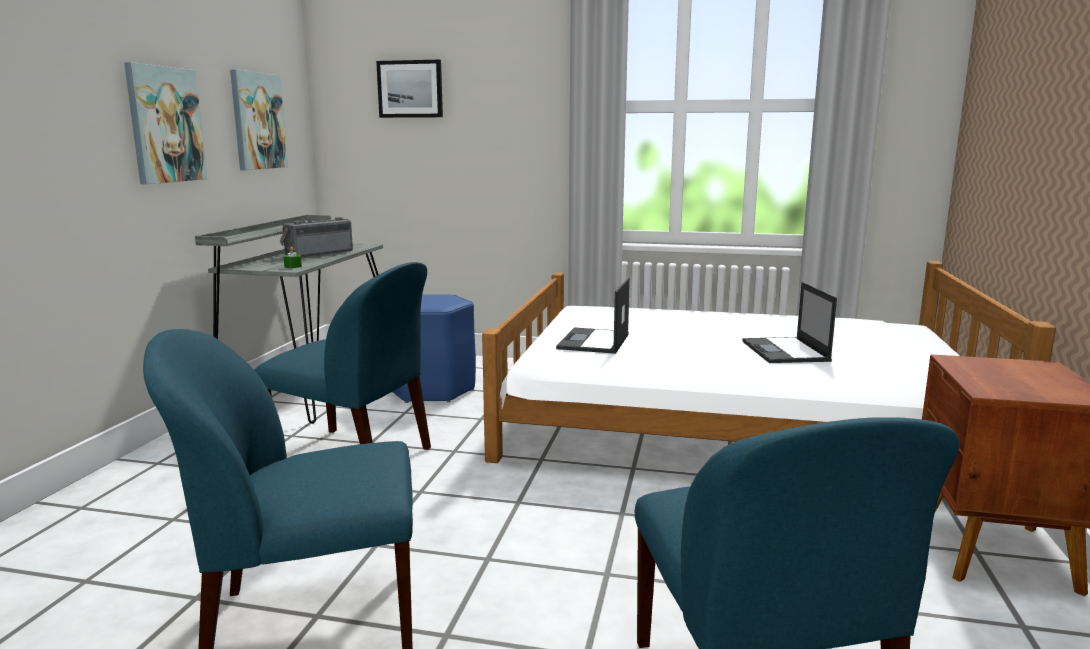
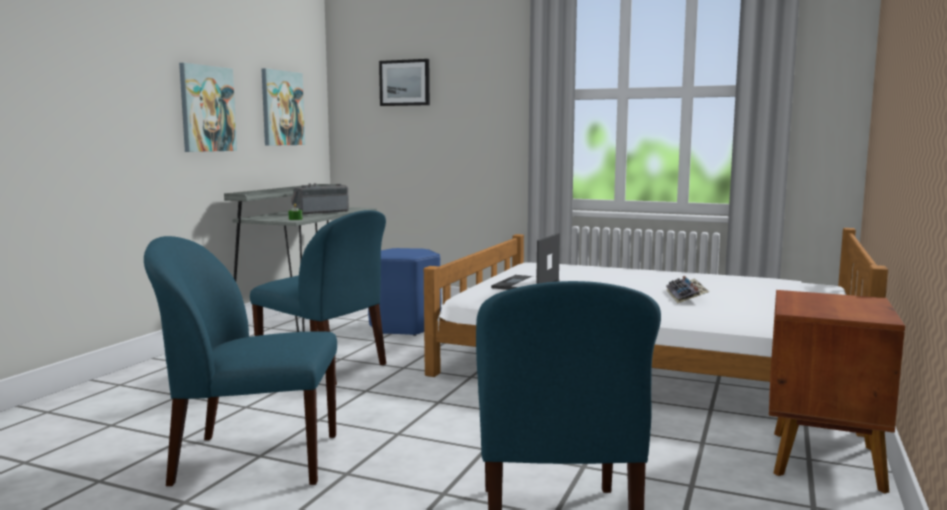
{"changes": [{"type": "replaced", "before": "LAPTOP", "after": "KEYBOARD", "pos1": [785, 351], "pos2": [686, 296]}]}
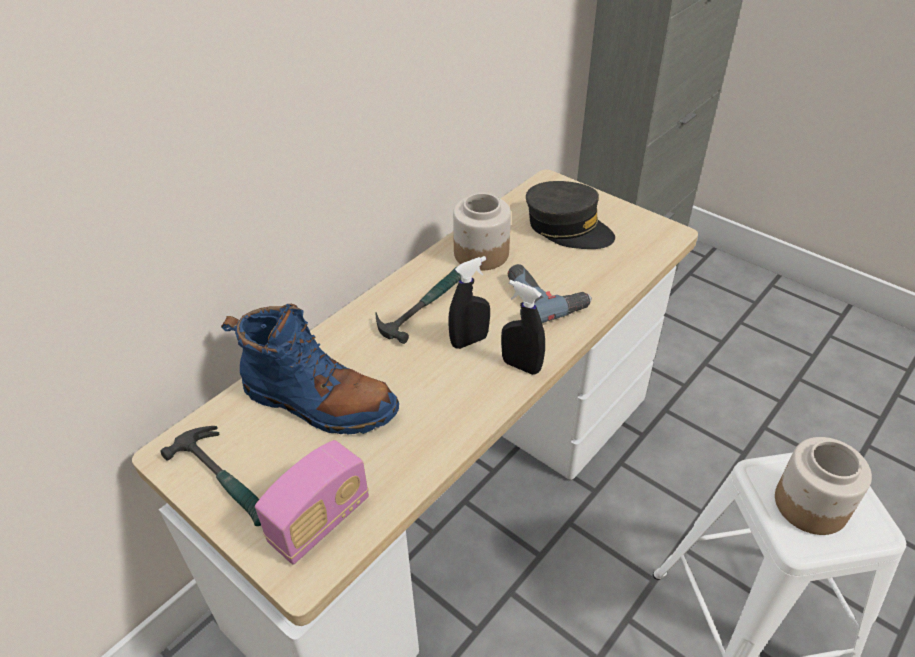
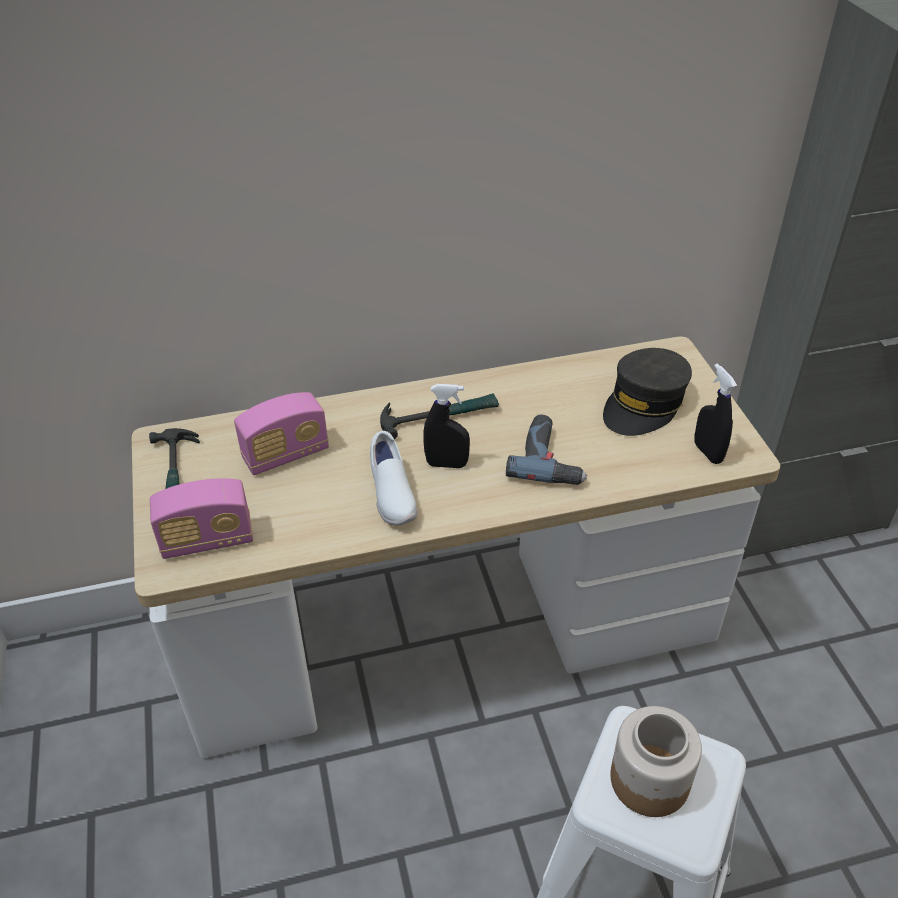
{"changes": [{"type": "replaced", "before": "BLUE BOOT", "after": "RADIO", "pos1": [319, 402], "pos2": [286, 455]}, {"type": "removed", "before": "JAR", "pos1": [480, 254]}, {"type": "moved", "before": "BLACK SPRAY BOTTLE", "pos1": [521, 366], "pos2": [707, 452]}, {"type": "turned", "before": "GREY CAP", "pos1": [567, 228], "pos2": [644, 404], "turn": 60}, {"type": "added", "after": "WHITE SHOE", "pos2": [391, 495]}]}
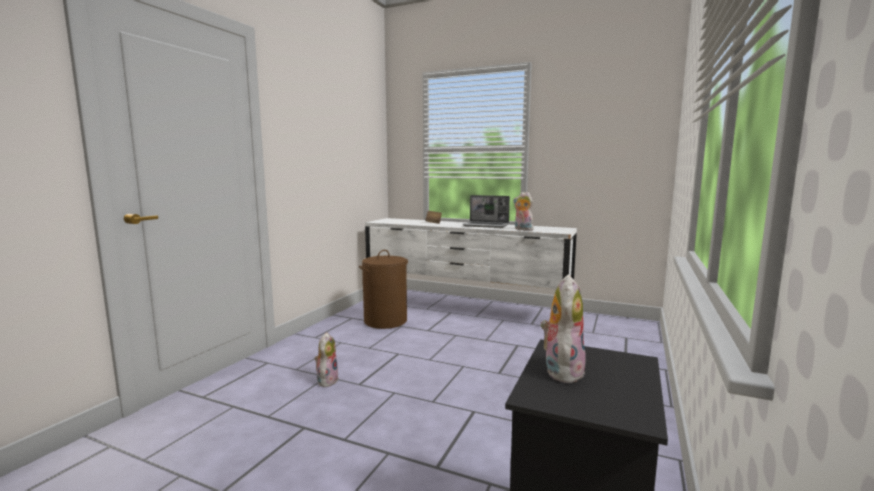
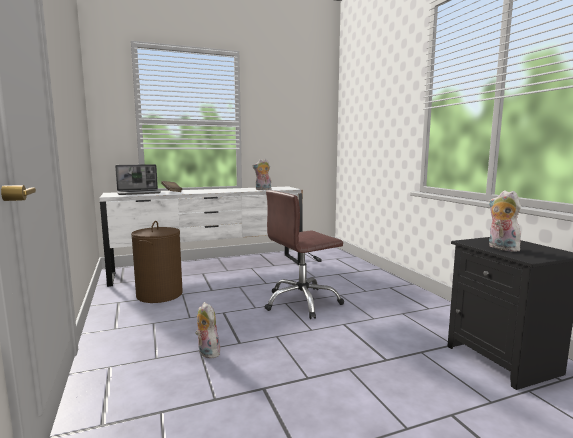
{"changes": [{"type": "moved", "before": "LAPTOP", "pos1": [486, 225], "pos2": [139, 193]}, {"type": "added", "after": "BROWN OFFICE CHAIR", "pos2": [302, 302]}]}
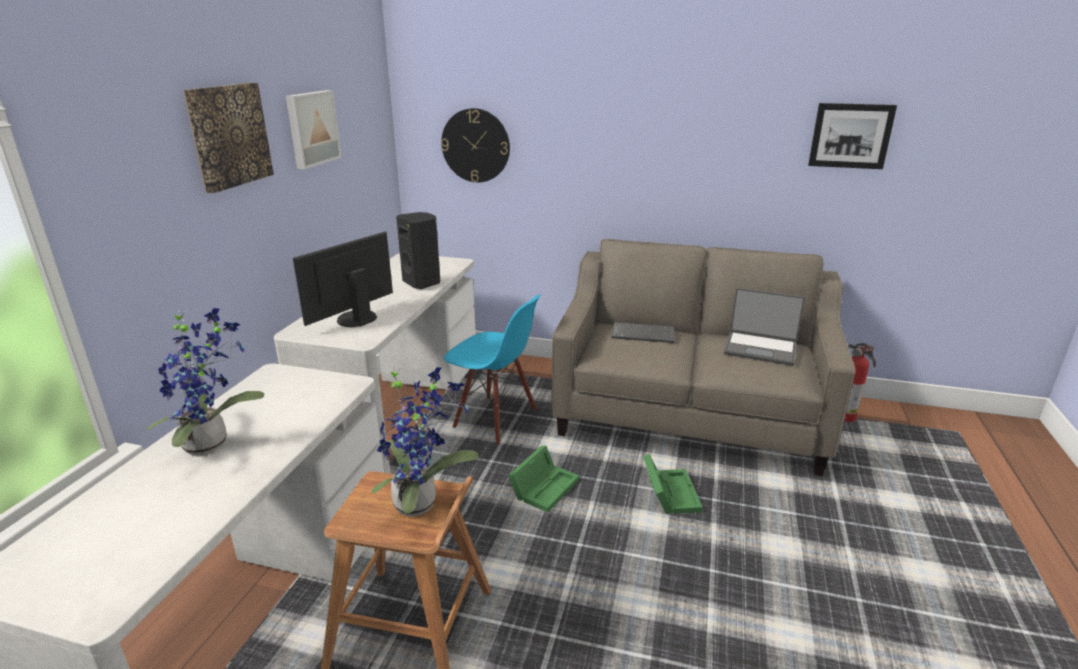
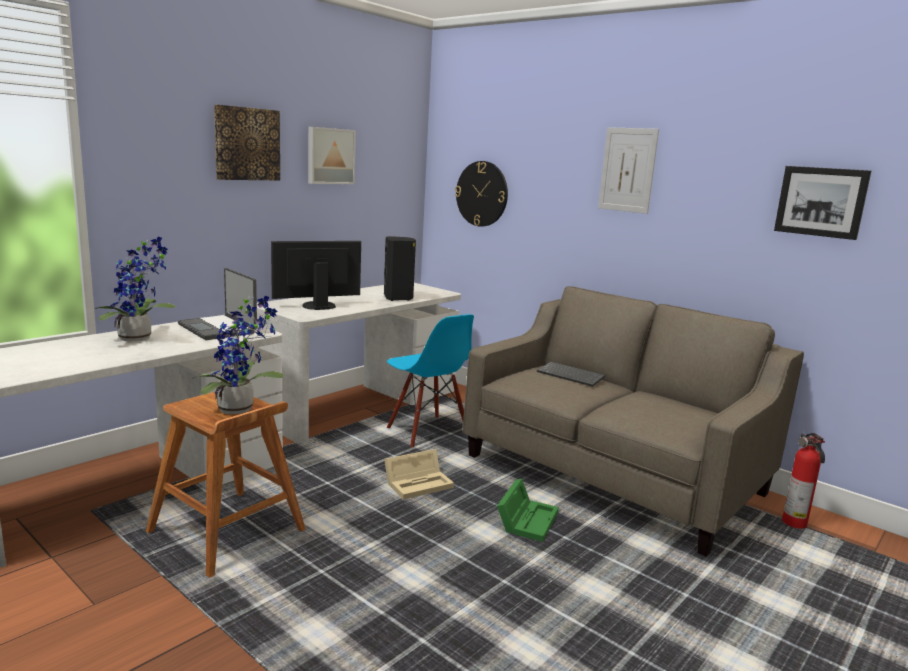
{"changes": [{"type": "recoloured", "before": "GREEN STORAGE BOX", "after": "BEIGE STORAGE BOX", "pos1": [544, 487], "pos2": [419, 484]}, {"type": "moved", "before": "LAPTOP", "pos1": [760, 349], "pos2": [218, 329]}, {"type": "added", "after": "PICTURE", "pos2": [627, 170]}]}
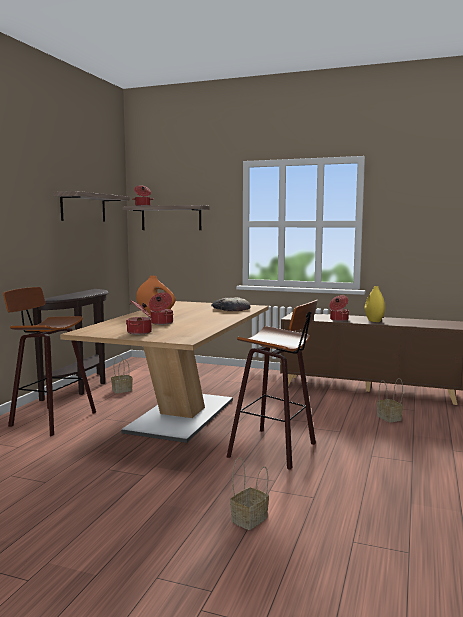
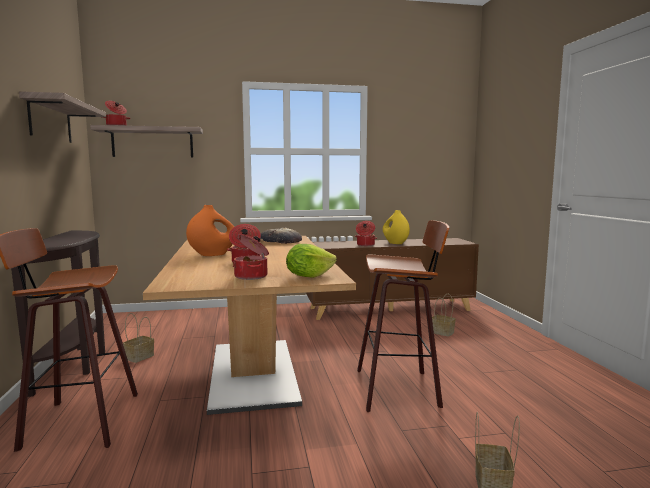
{"changes": [{"type": "added", "after": "LETTUCE", "pos2": [308, 276]}]}
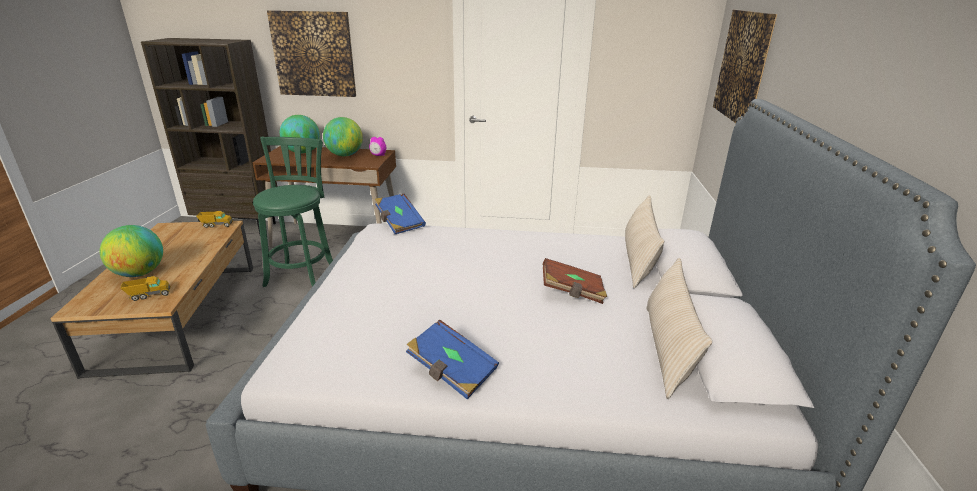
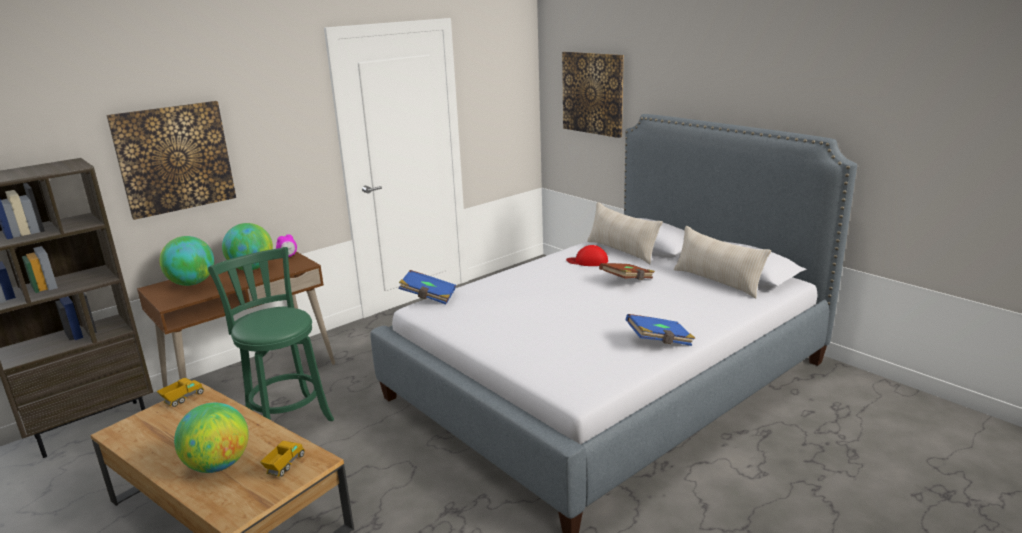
{"changes": [{"type": "added", "after": "RED CAP", "pos2": [588, 261]}]}
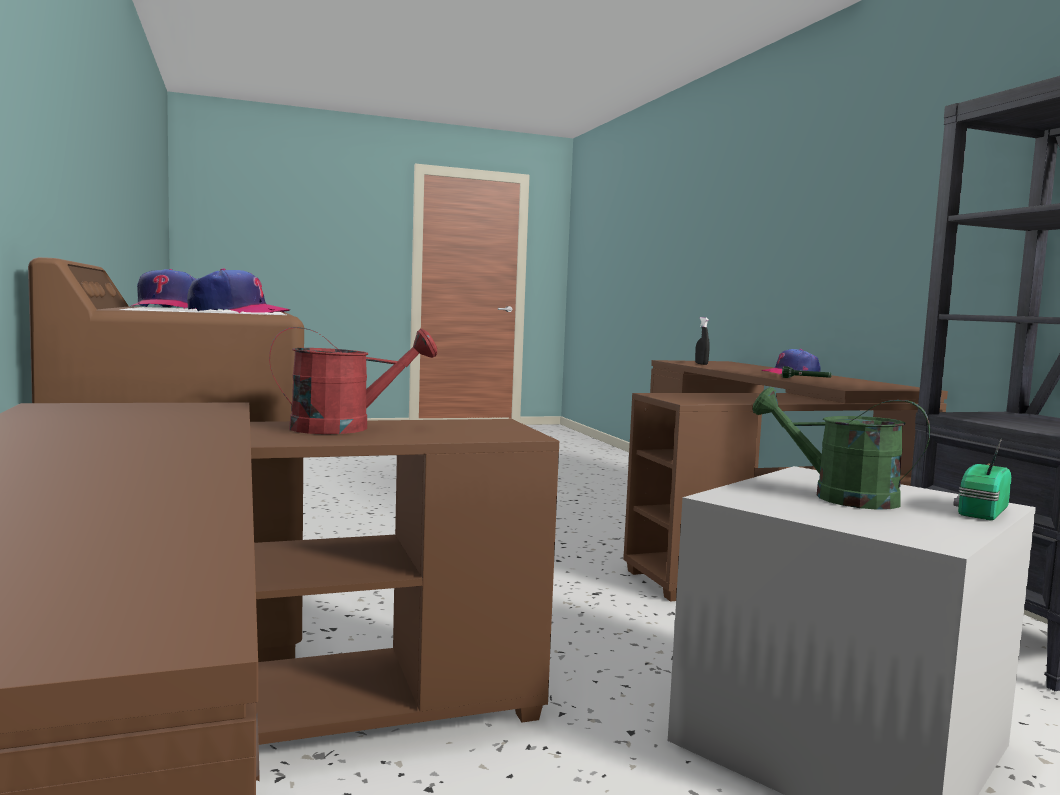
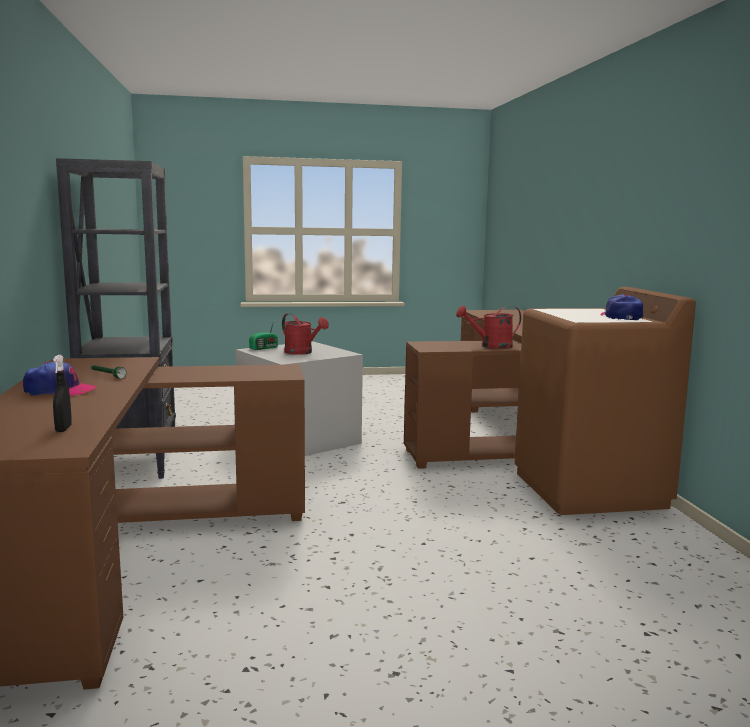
{"changes": [{"type": "removed", "before": "CAP", "pos1": [237, 312]}, {"type": "recoloured", "before": "GREEN WATERING CAN", "after": "RED WATERING CAN", "pos1": [839, 497], "pos2": [302, 352]}]}
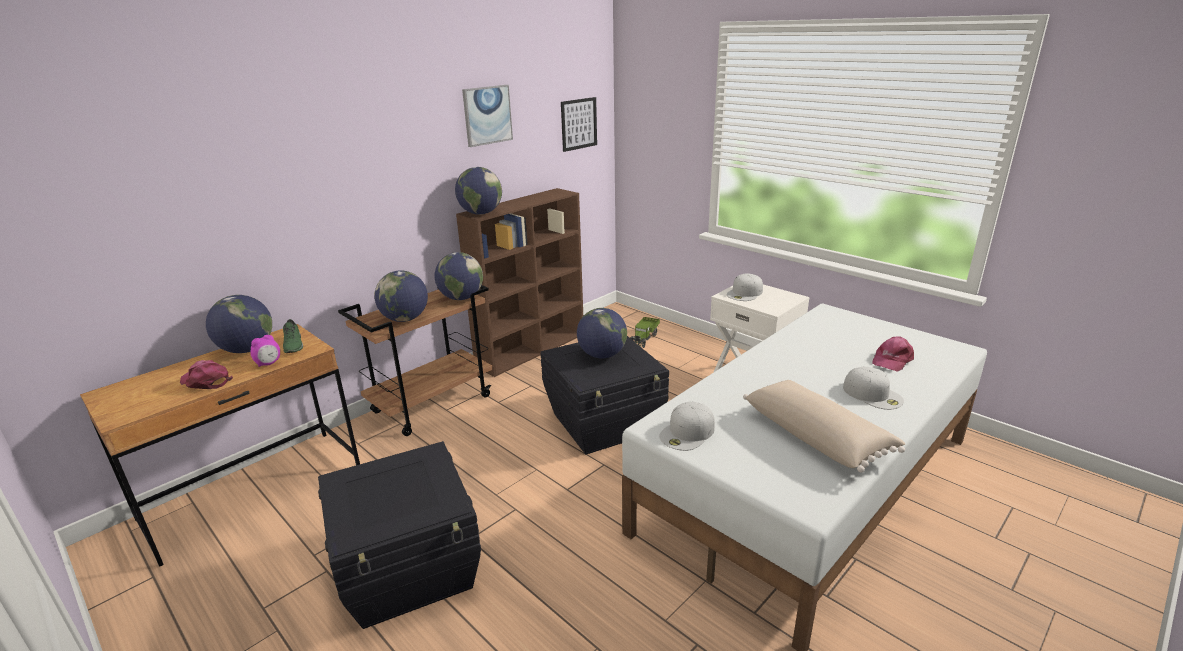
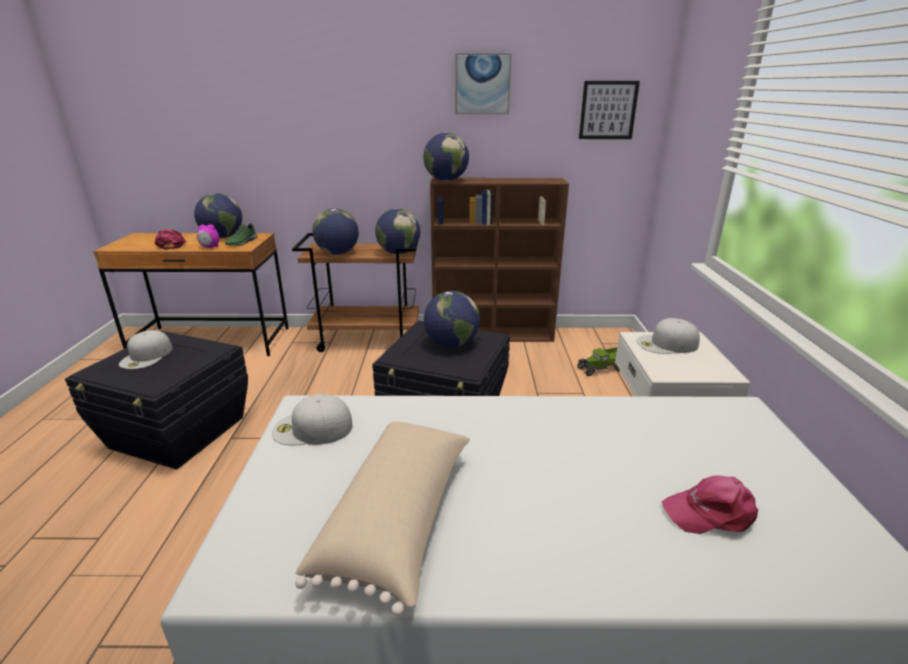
{"changes": [{"type": "moved", "before": "WHITE CAP", "pos1": [873, 394], "pos2": [147, 356]}]}
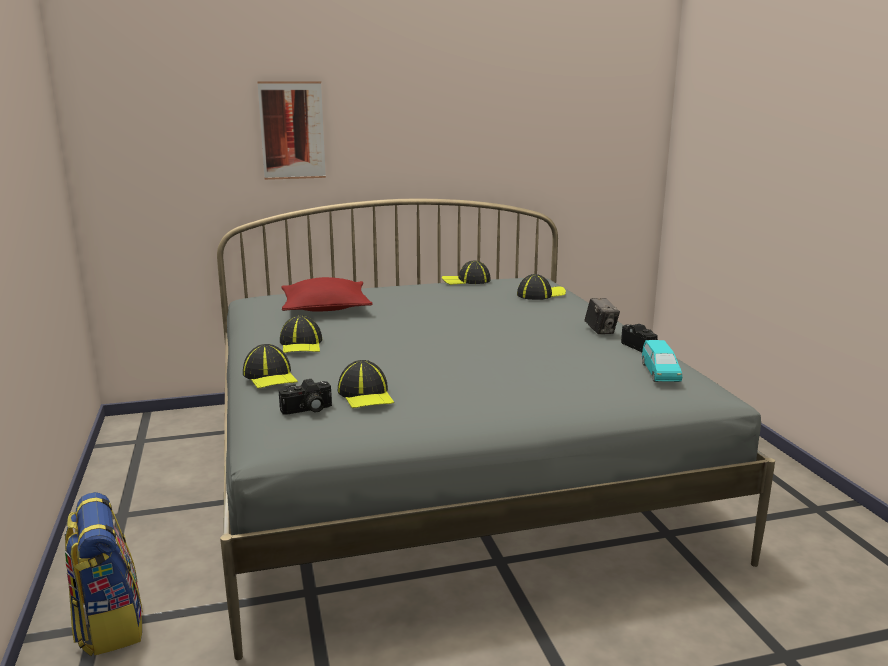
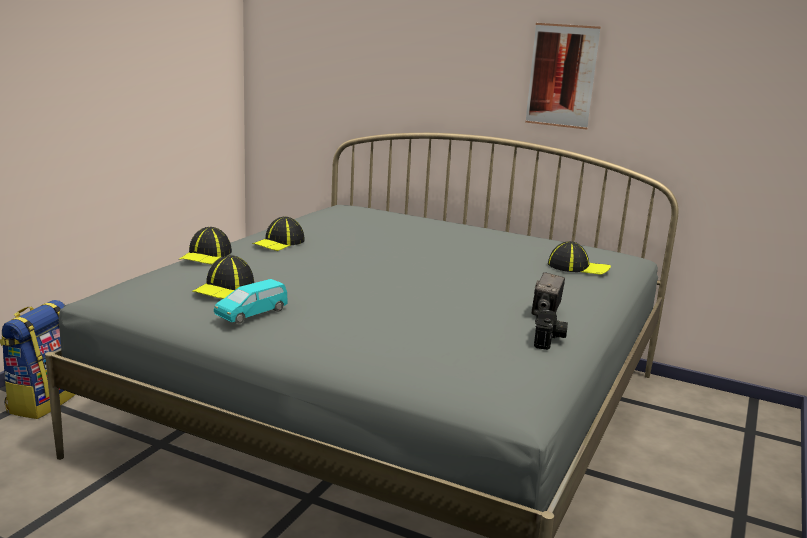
{"changes": [{"type": "moved", "before": "PICTURE", "pos1": [292, 130], "pos2": [562, 76]}, {"type": "removed", "before": "PHOTO CAMERA", "pos1": [307, 410]}, {"type": "removed", "before": "RED PILLOW", "pos1": [325, 308]}, {"type": "removed", "before": "CAP", "pos1": [466, 281]}, {"type": "moved", "before": "TURQUOISE TOY CAR", "pos1": [659, 373], "pos2": [252, 313]}]}
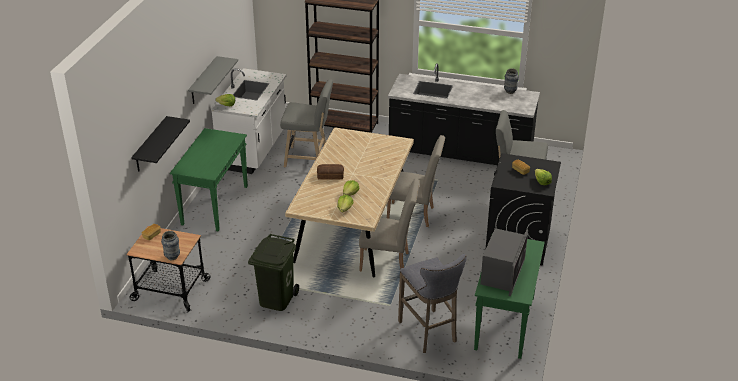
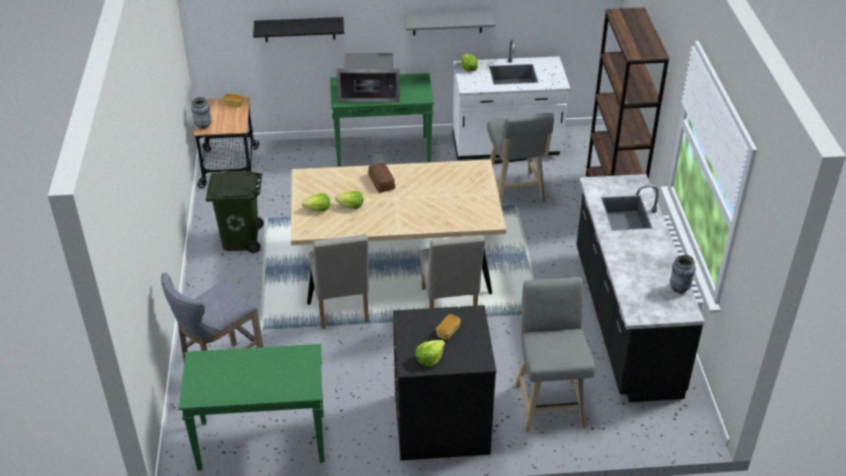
{"changes": [{"type": "moved", "before": "MICROWAVE", "pos1": [502, 273], "pos2": [369, 93]}]}
